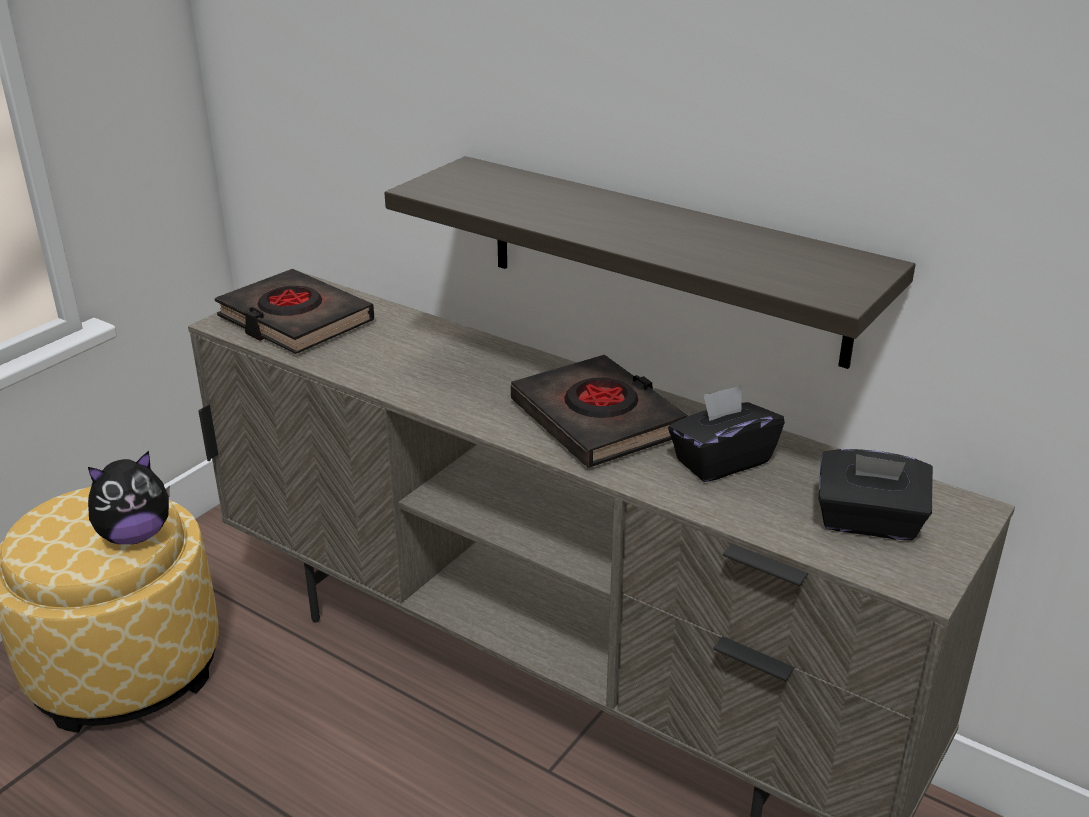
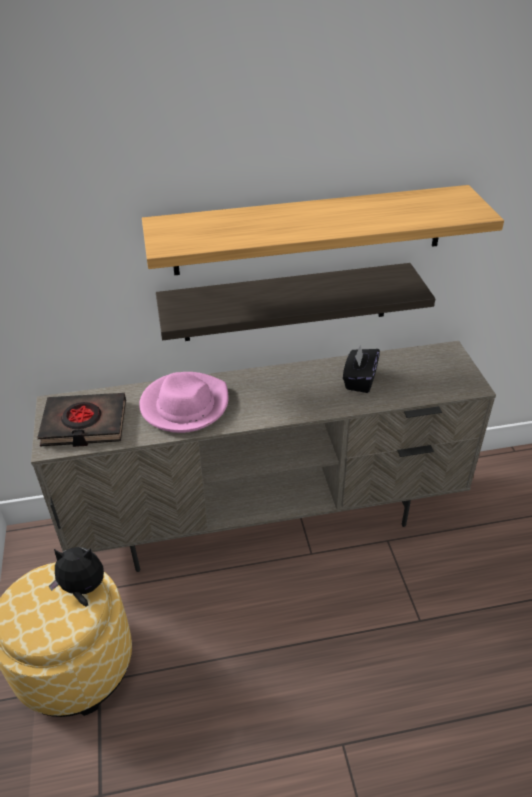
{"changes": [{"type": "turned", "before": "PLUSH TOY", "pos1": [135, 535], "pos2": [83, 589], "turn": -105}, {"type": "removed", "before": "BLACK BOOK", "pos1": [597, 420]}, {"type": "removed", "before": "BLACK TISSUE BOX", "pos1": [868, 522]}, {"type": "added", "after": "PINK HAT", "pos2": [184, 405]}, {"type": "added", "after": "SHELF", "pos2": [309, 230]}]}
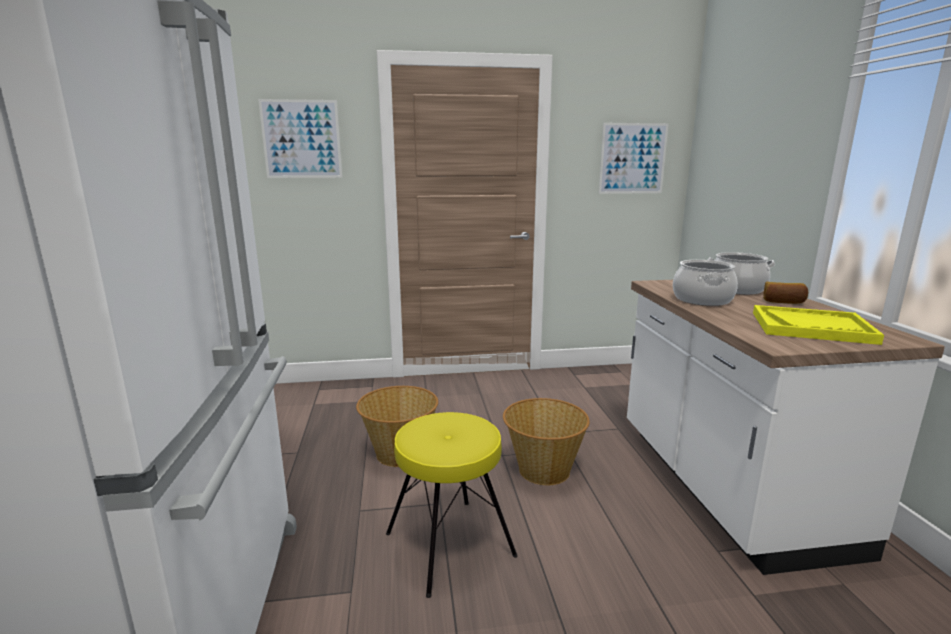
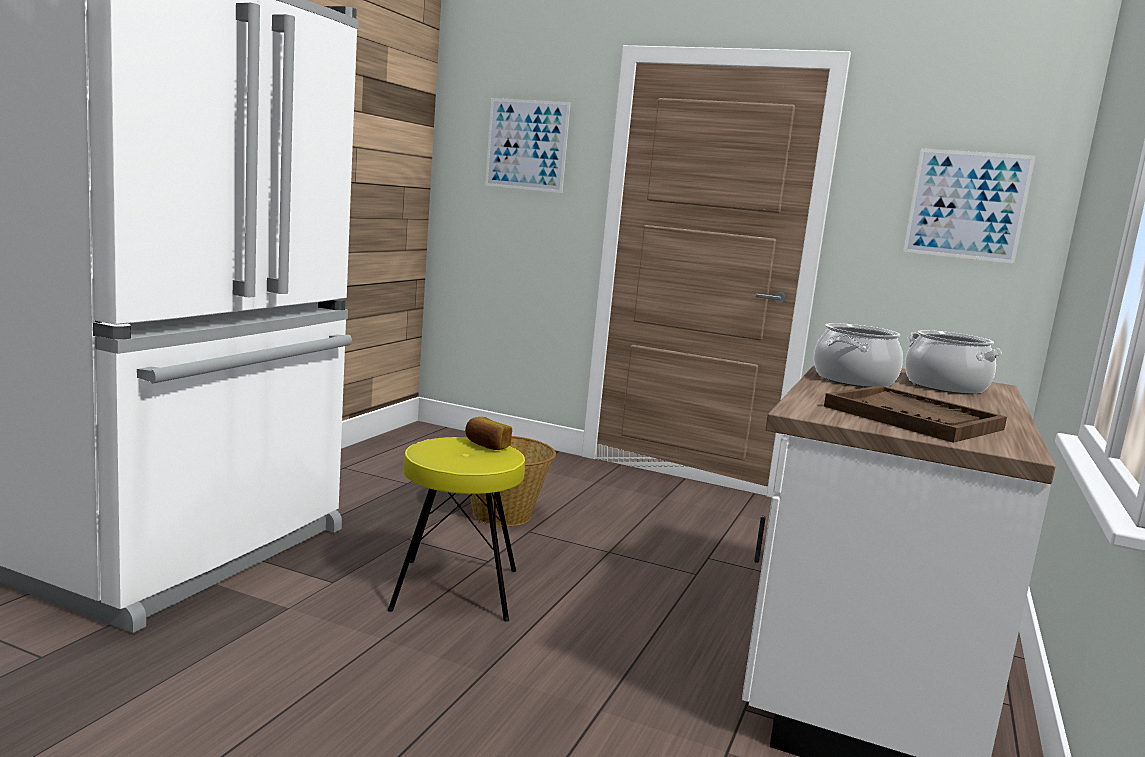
{"changes": [{"type": "removed", "before": "BASKET", "pos1": [543, 470]}, {"type": "recoloured", "before": "YELLOW TRAY", "after": "BROWN TRAY", "pos1": [811, 327], "pos2": [913, 418]}, {"type": "moved", "before": "BREAD", "pos1": [783, 302], "pos2": [486, 445]}]}
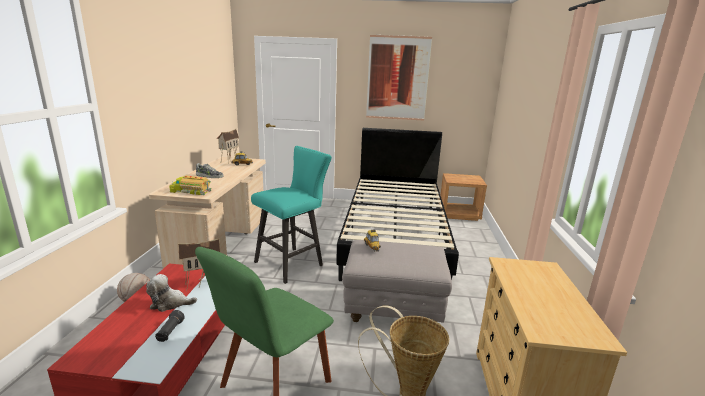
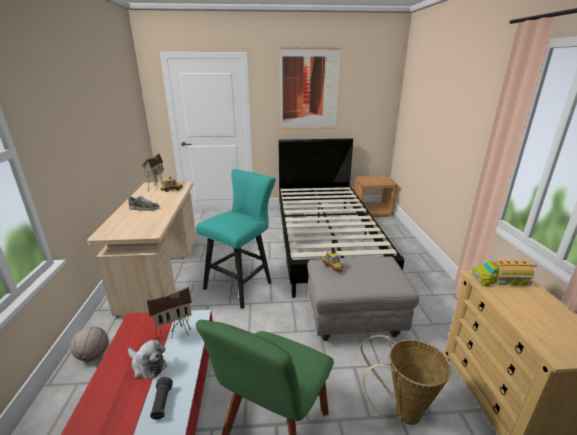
{"changes": [{"type": "turned", "before": "PLUSH TOY", "pos1": [170, 303], "pos2": [147, 365], "turn": -135}, {"type": "moved", "before": "TOY TRUCK", "pos1": [191, 191], "pos2": [500, 279]}]}
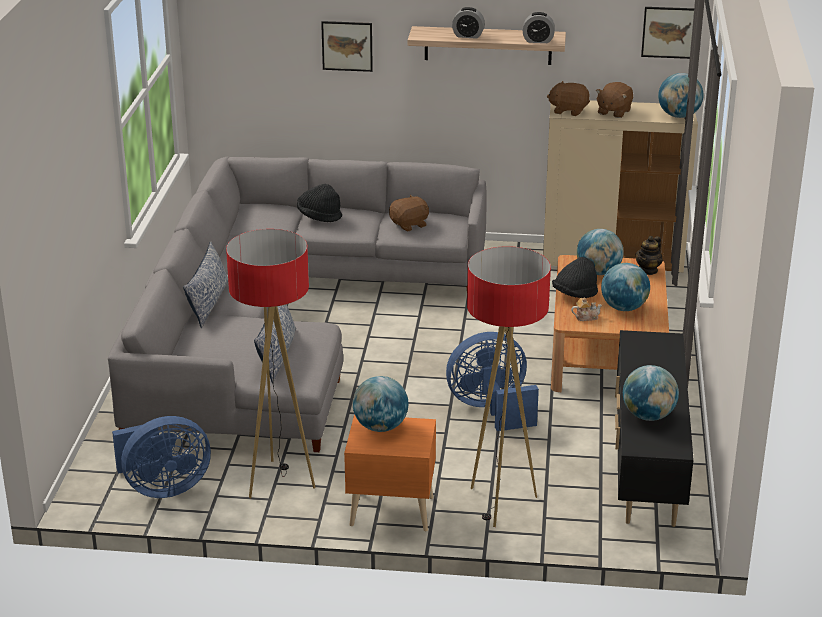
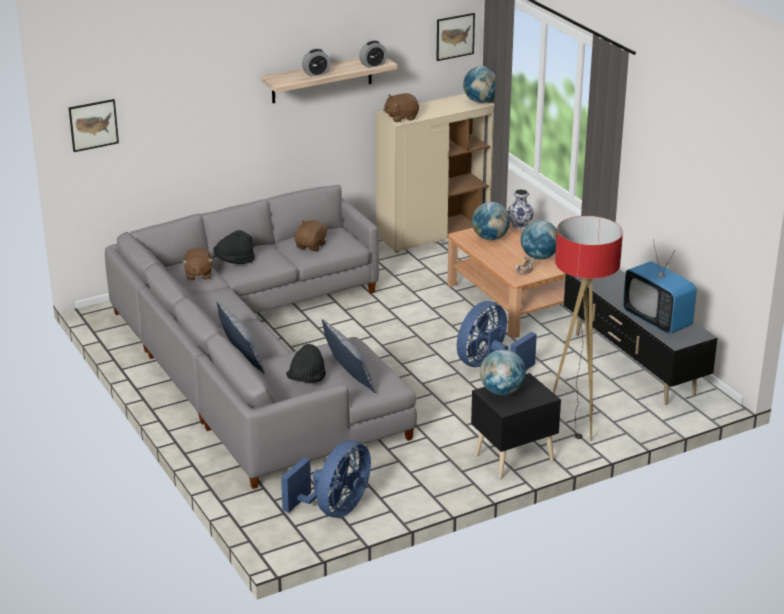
{"changes": [{"type": "removed", "before": "FLOOR LAMP", "pos1": [279, 482]}, {"type": "moved", "before": "PICTURE", "pos1": [347, 46], "pos2": [93, 125]}, {"type": "recoloured", "before": "ORANGE NIGHTSTAND", "after": "BLACK NIGHTSTAND", "pos1": [390, 510], "pos2": [512, 457]}, {"type": "moved", "before": "BLACK HAT", "pos1": [574, 294], "pos2": [307, 380]}, {"type": "moved", "before": "BROWN PLUSH TOY", "pos1": [613, 112], "pos2": [198, 275]}, {"type": "replaced", "before": "GLOBE", "after": "TELEVISION", "pos1": [648, 416], "pos2": [657, 320]}, {"type": "replaced", "before": "TEAPOT", "after": "VASE", "pos1": [648, 270], "pos2": [520, 226]}]}
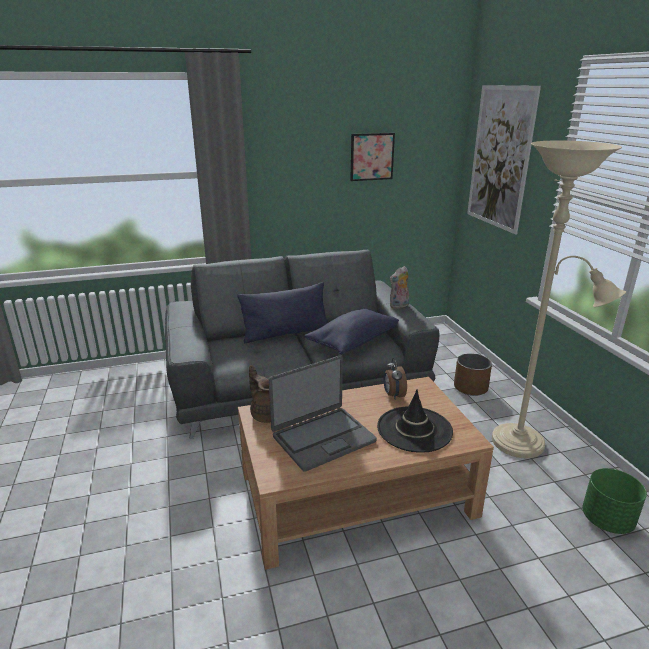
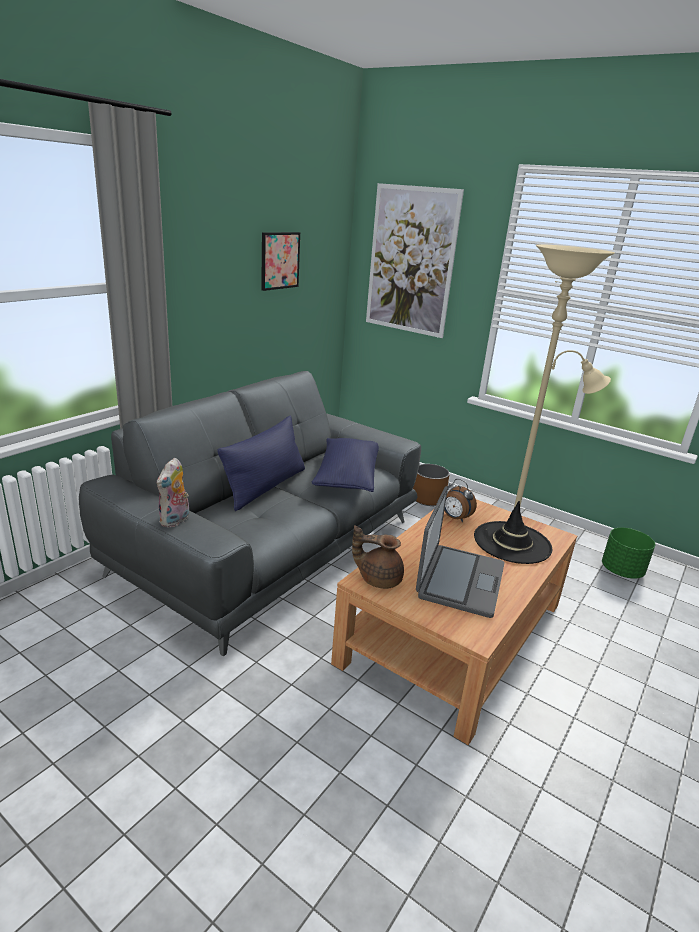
{"changes": [{"type": "moved", "before": "PLUSH TOY", "pos1": [399, 306], "pos2": [175, 521]}]}
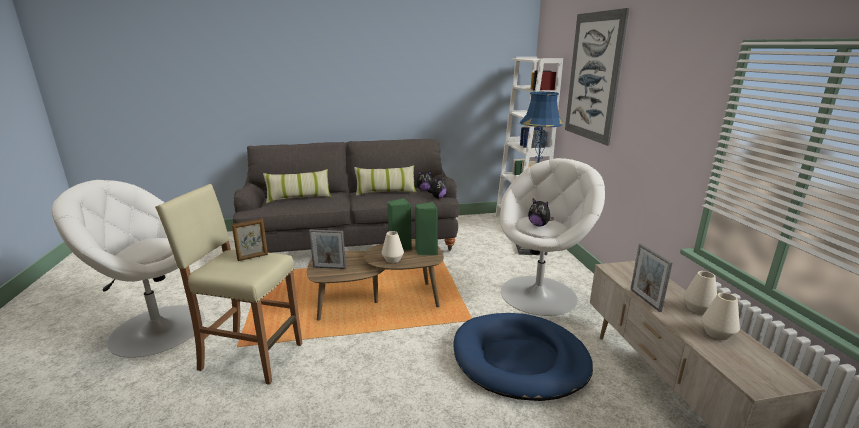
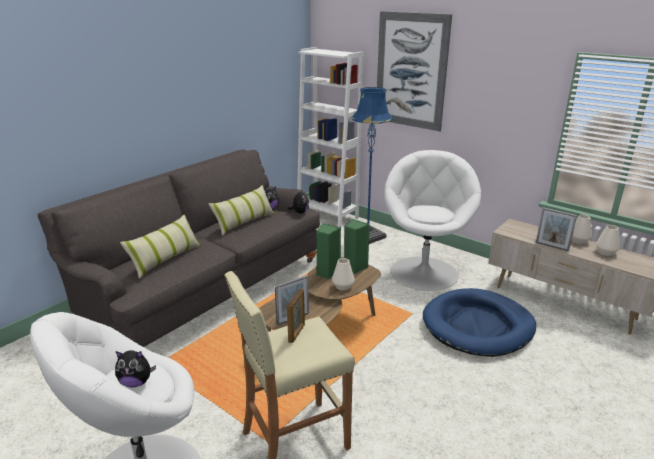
{"changes": [{"type": "moved", "before": "PLUSH TOY", "pos1": [539, 225], "pos2": [136, 382]}]}
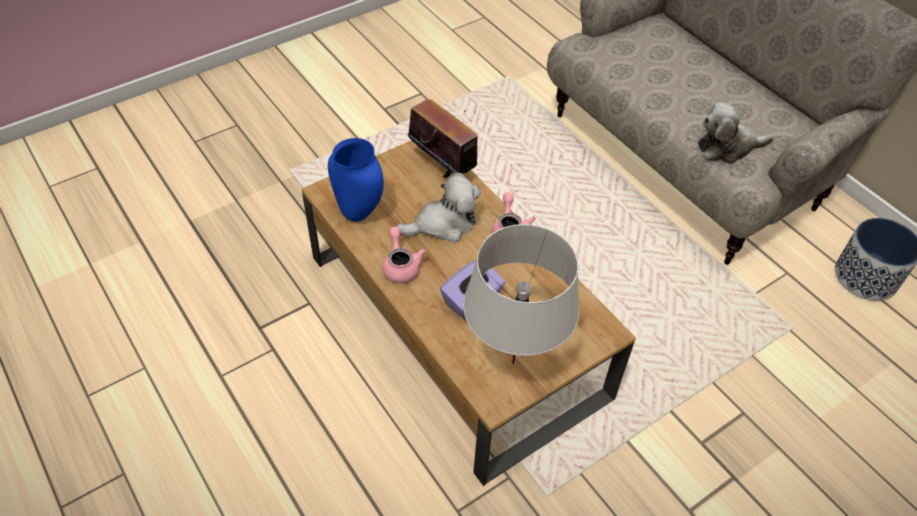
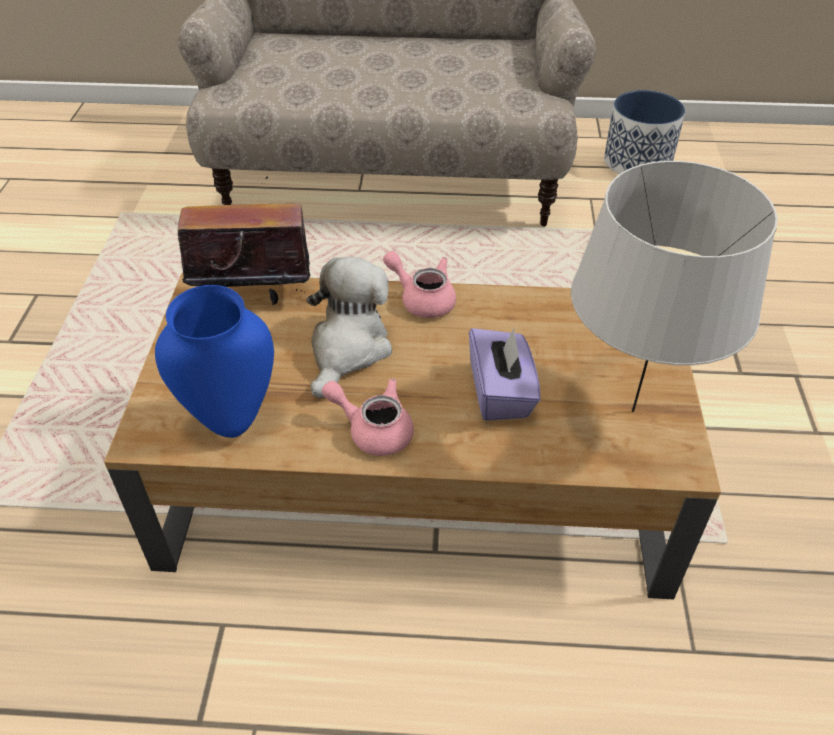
{"changes": [{"type": "removed", "before": "PLUSH TOY", "pos1": [727, 147]}]}
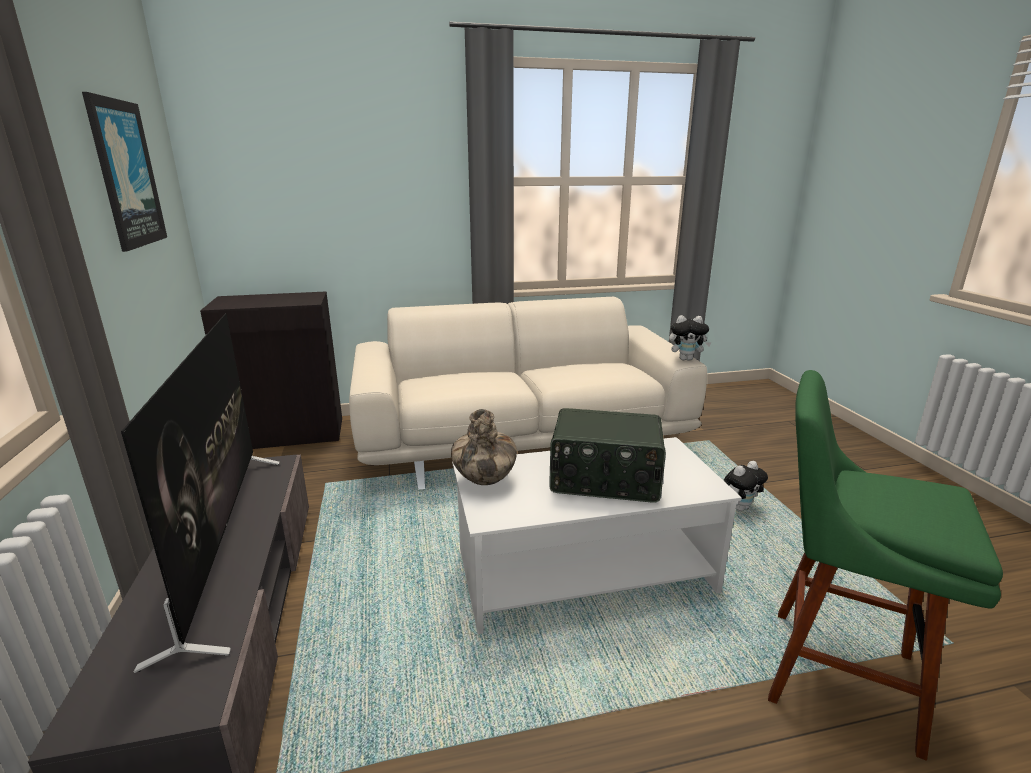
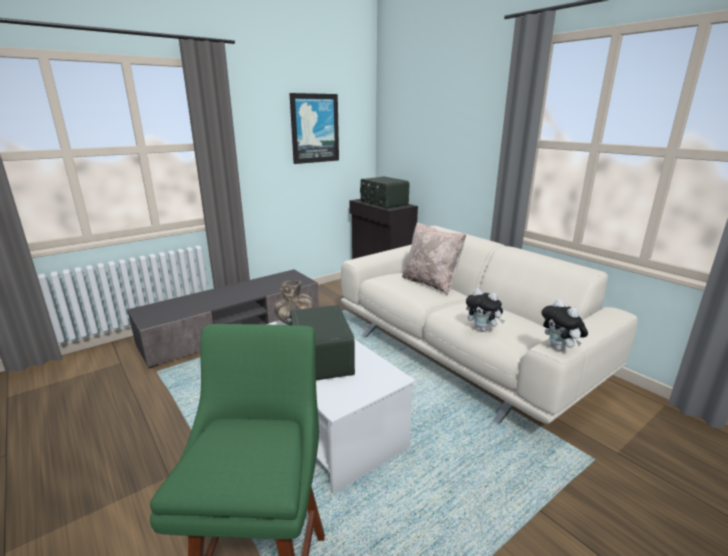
{"changes": [{"type": "removed", "before": "TELEVISION", "pos1": [225, 540]}, {"type": "moved", "before": "PLUSH TOY", "pos1": [739, 507], "pos2": [482, 329]}, {"type": "added", "after": "RADIO", "pos2": [383, 203]}, {"type": "added", "after": "BEIGE PILLOW", "pos2": [431, 283]}]}
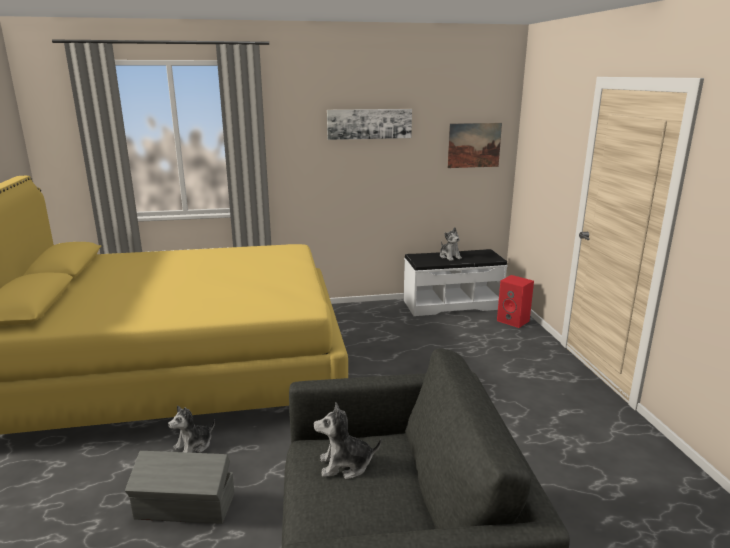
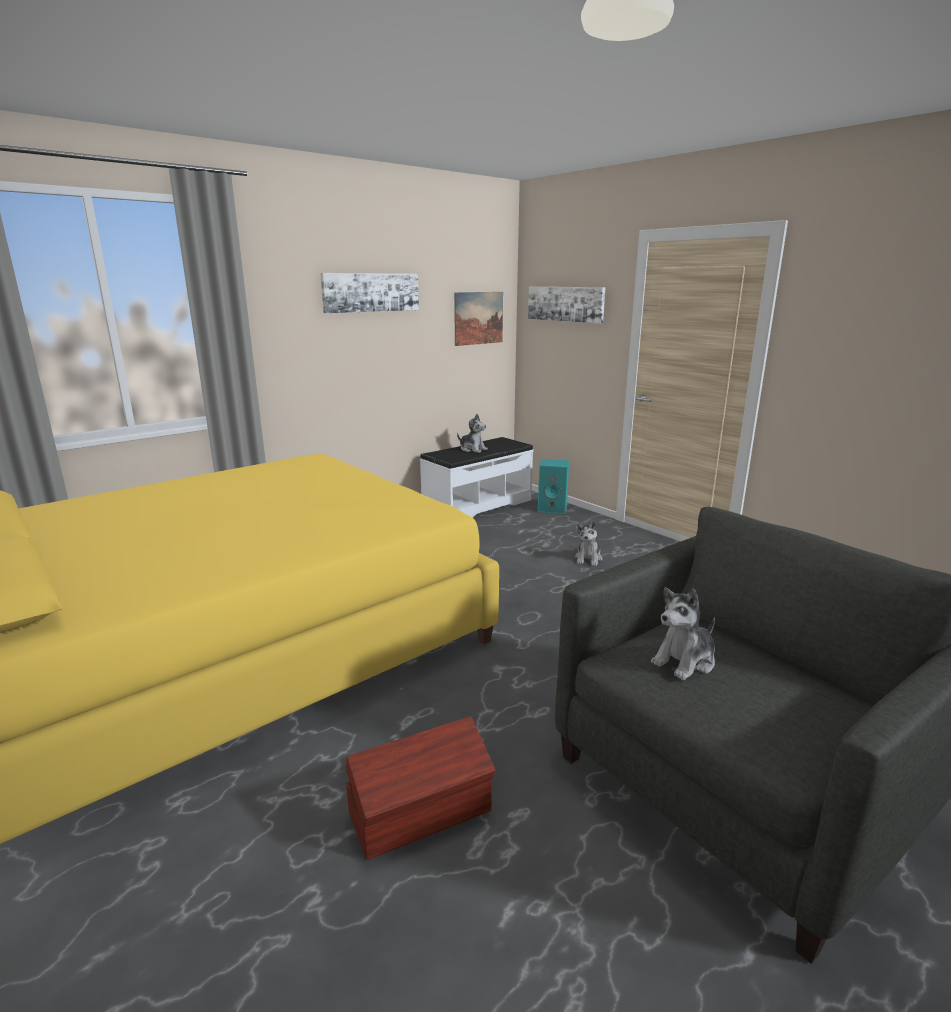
{"changes": [{"type": "recoloured", "before": "GREY STORAGE BOX", "after": "BROWN STORAGE BOX", "pos1": [185, 507], "pos2": [422, 813]}, {"type": "moved", "before": "PLUSH TOY", "pos1": [194, 446], "pos2": [588, 558]}, {"type": "recoloured", "before": "RED SPEAKER", "after": "TURQUOISE SPEAKER", "pos1": [514, 321], "pos2": [553, 508]}, {"type": "added", "after": "PICTURE", "pos2": [565, 304]}]}
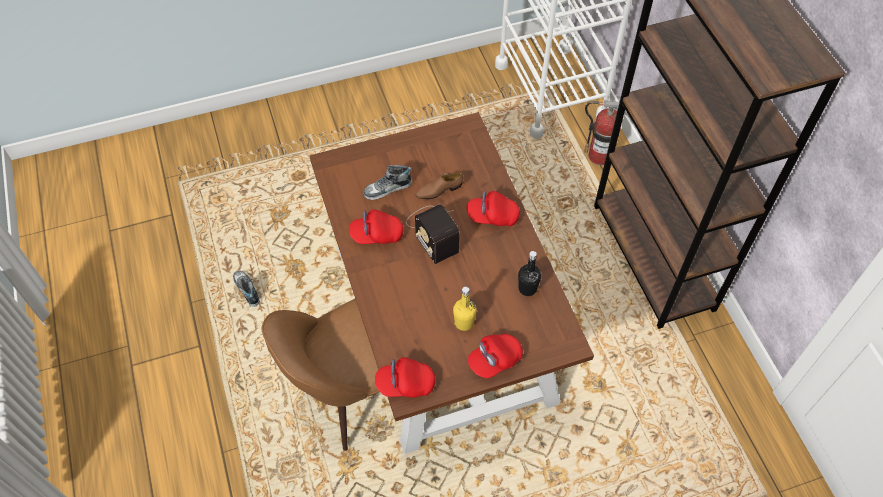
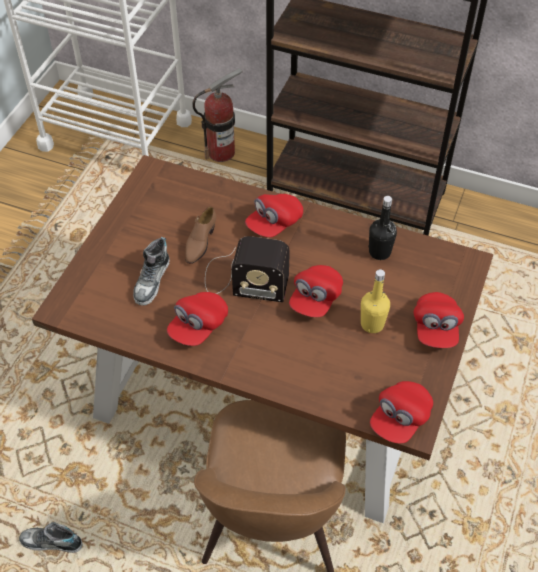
{"changes": [{"type": "added", "after": "RED CAP", "pos2": [315, 299]}]}
